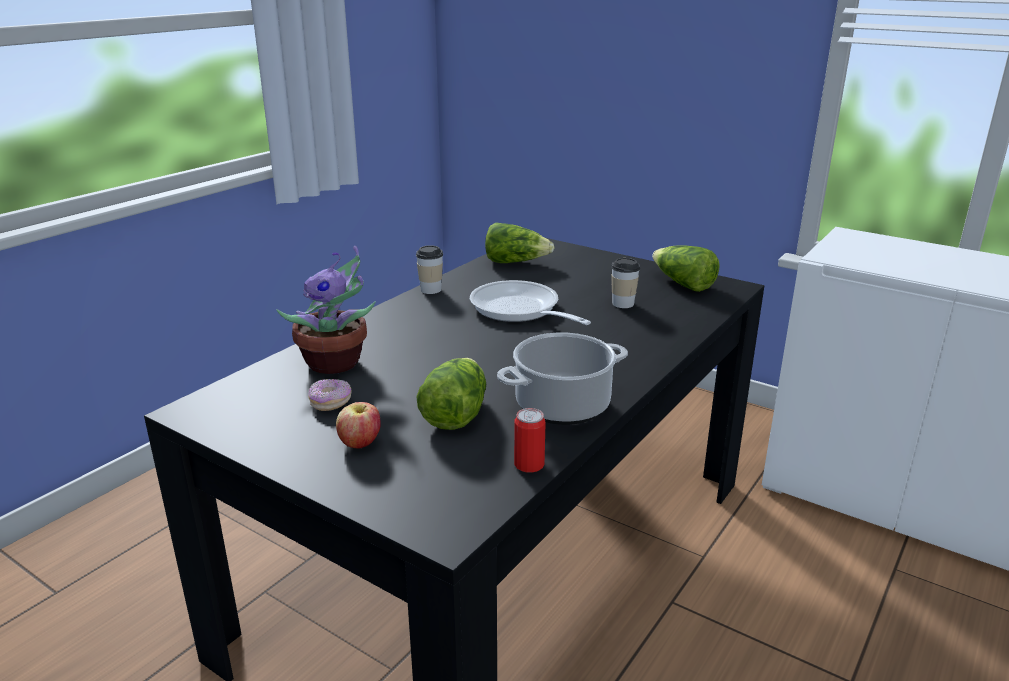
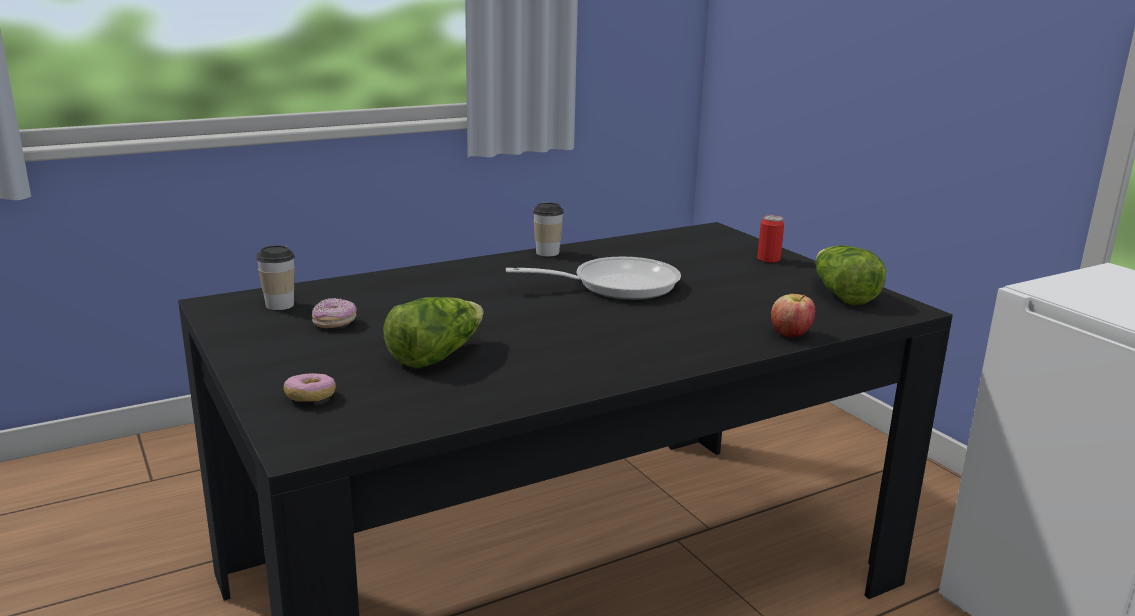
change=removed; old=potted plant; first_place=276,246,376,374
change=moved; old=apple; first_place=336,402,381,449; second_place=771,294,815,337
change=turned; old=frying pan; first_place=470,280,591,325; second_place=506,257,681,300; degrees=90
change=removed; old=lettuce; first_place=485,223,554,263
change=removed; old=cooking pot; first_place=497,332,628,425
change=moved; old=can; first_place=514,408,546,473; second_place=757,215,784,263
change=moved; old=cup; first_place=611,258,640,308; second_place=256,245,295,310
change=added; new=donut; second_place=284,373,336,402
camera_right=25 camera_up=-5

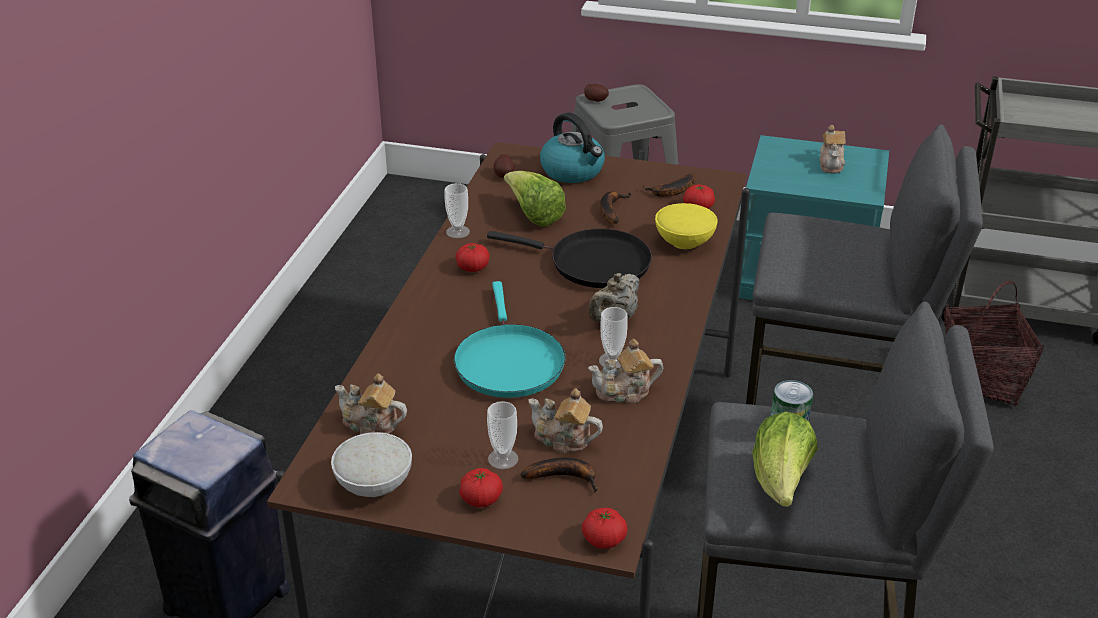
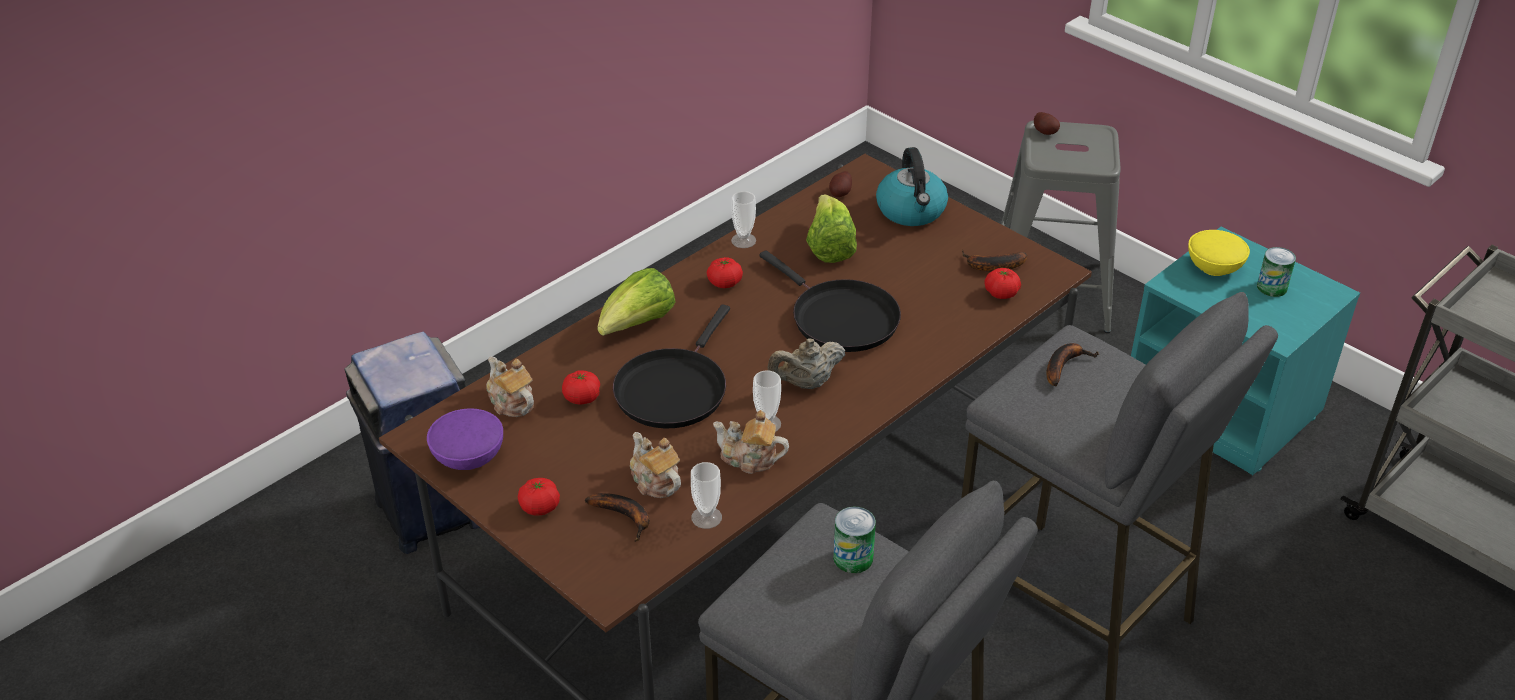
change=recoloured; old=white bowl; new=purple bowl; first_place=331,432,412,497; second_place=427,408,503,470
change=recoloured; old=turquoise frying pan; new=black frying pan; first_place=454,281,566,398; second_place=613,304,730,428
change=moved; old=cup; first_place=487,401,518,469; second_place=691,462,722,529
change=moved; old=tomato; first_place=582,508,628,549; second_place=562,370,600,405
change=moved; old=banana; first_place=600,191,632,224; second_place=1046,343,1099,387
change=moved; old=yellow bowl; first_place=655,203,718,249; second_place=1188,230,1250,276
change=moved; old=lettuce; first_place=752,411,818,507; second_place=597,268,676,336
change=replaced; old=teapot; new=can; first_place=819,125,846,174; second_place=1257,247,1296,297
change=removed; old=basket; first_place=944,280,1044,407
camera_right=30 camera_up=5

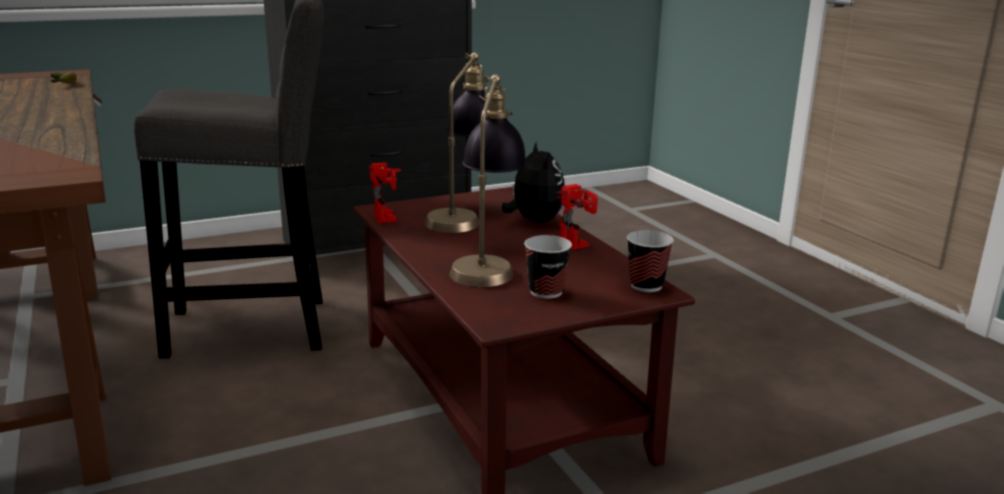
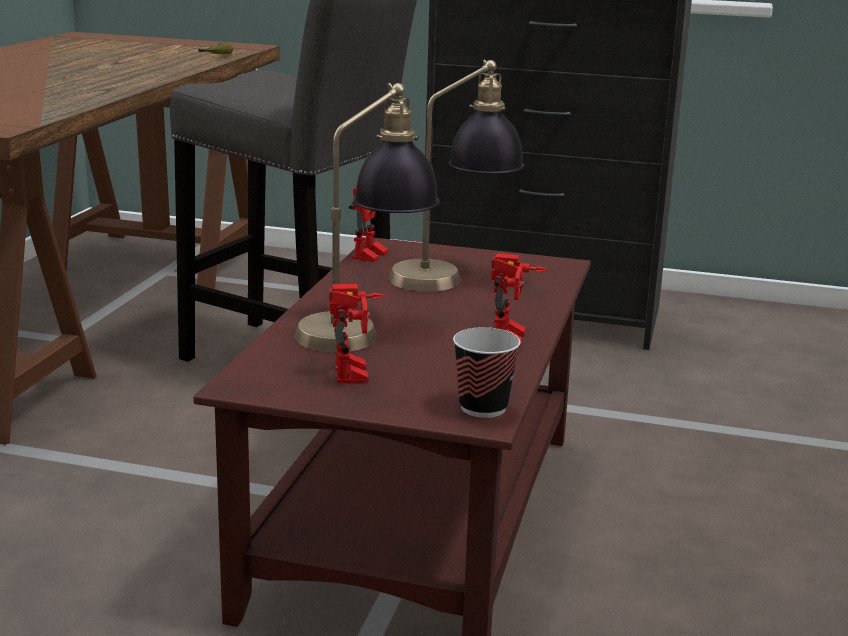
change=removed; old=plush toy; first_place=502,140,565,223
change=replaced; old=cup; new=toy robot; first_place=524,235,572,299; second_place=329,284,385,383
camera_right=40 camera_up=0

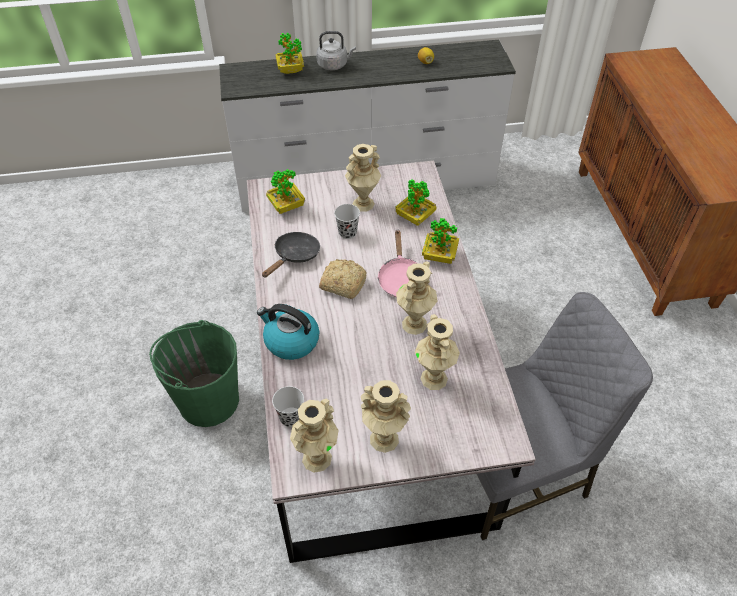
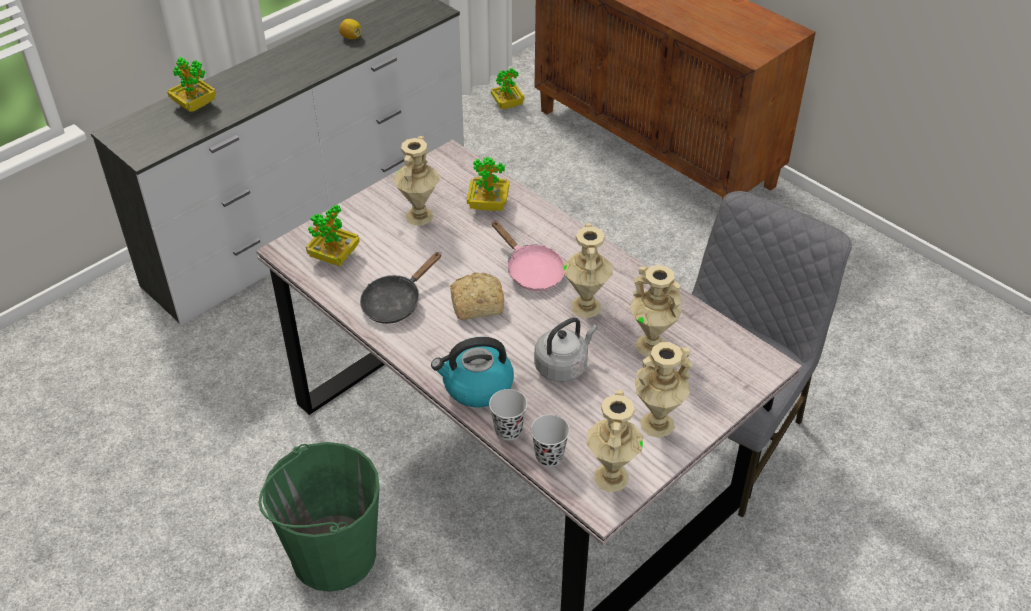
change=turned; old=black frying pan; first_place=262,232,320,277; second_place=360,252,441,324; degrees=-135
change=moved; old=grey kettle; first_place=316,31,356,70; second_place=534,317,598,382
change=moved; old=black cup; first_place=334,204,360,239; second_place=489,389,527,440
change=moved; old=potted plant; first_place=422,218,459,264; second_place=491,68,525,109
camera_right=-35 camera_up=-5

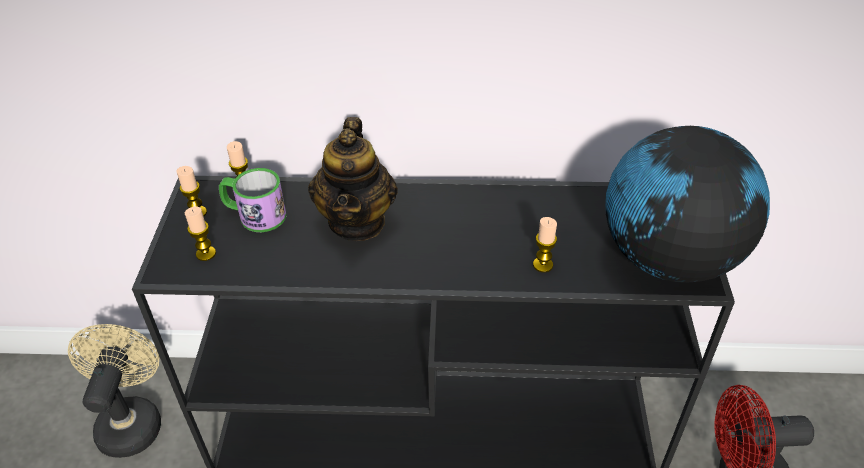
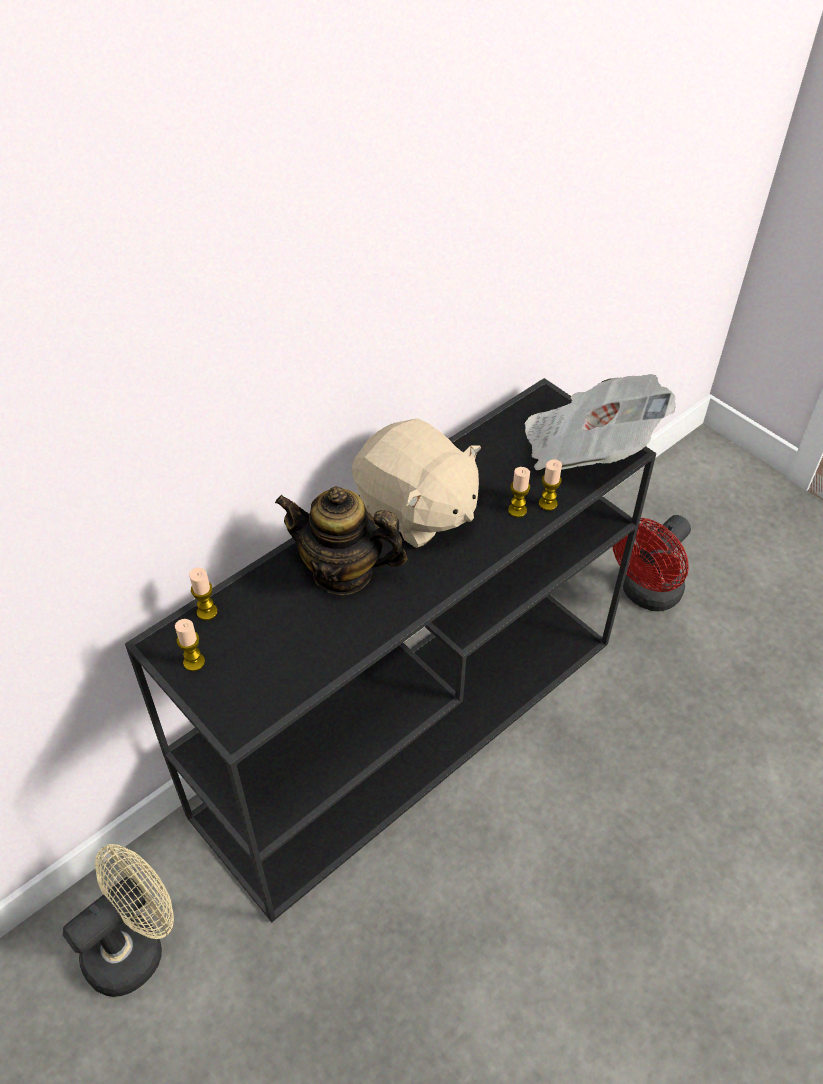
change=turned; old=beige fan; first_place=68,324,161,458; second_place=62,844,174,997; degrees=90
change=moved; old=candle; first_place=185,207,216,261; second_place=539,459,562,511
change=removed; old=mug; first_place=219,168,286,232
change=turned; old=teapot; first_place=308,117,398,241; second_place=275,486,408,595; degrees=150
change=replaced; old=globe; new=newspaper; first_place=605,126,770,283; second_place=524,374,676,470
change=added; new=beige plush toy; second_place=352,418,481,548
camera_right=-45 camera_up=5

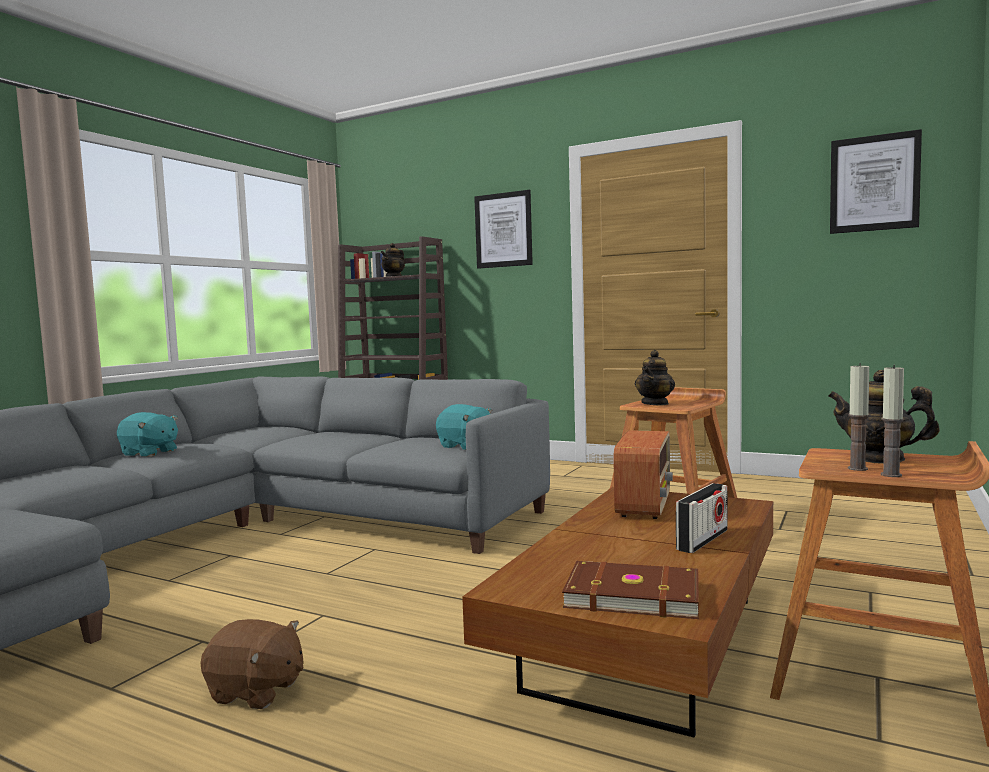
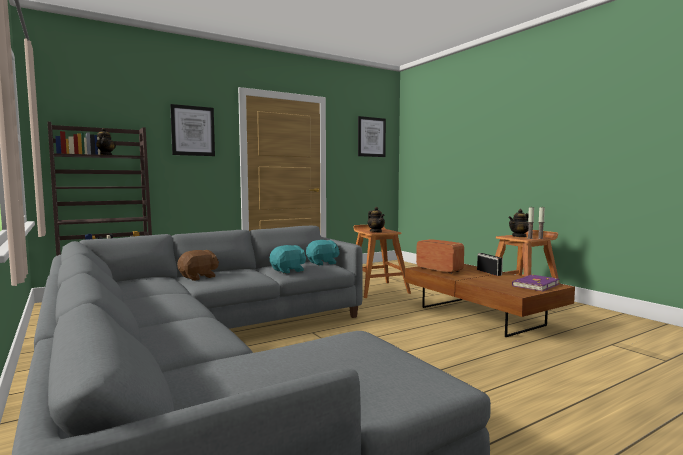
change=moved; old=turquoise plush toy; first_place=117,412,178,457; second_place=270,245,306,274
change=moved; old=brown plush toy; first_place=200,619,303,709; second_place=177,250,219,281
change=recoloured; old=brown book; new=purple book; first_place=562,561,699,619; second_place=512,275,560,291
camera_right=-60 camera_up=0

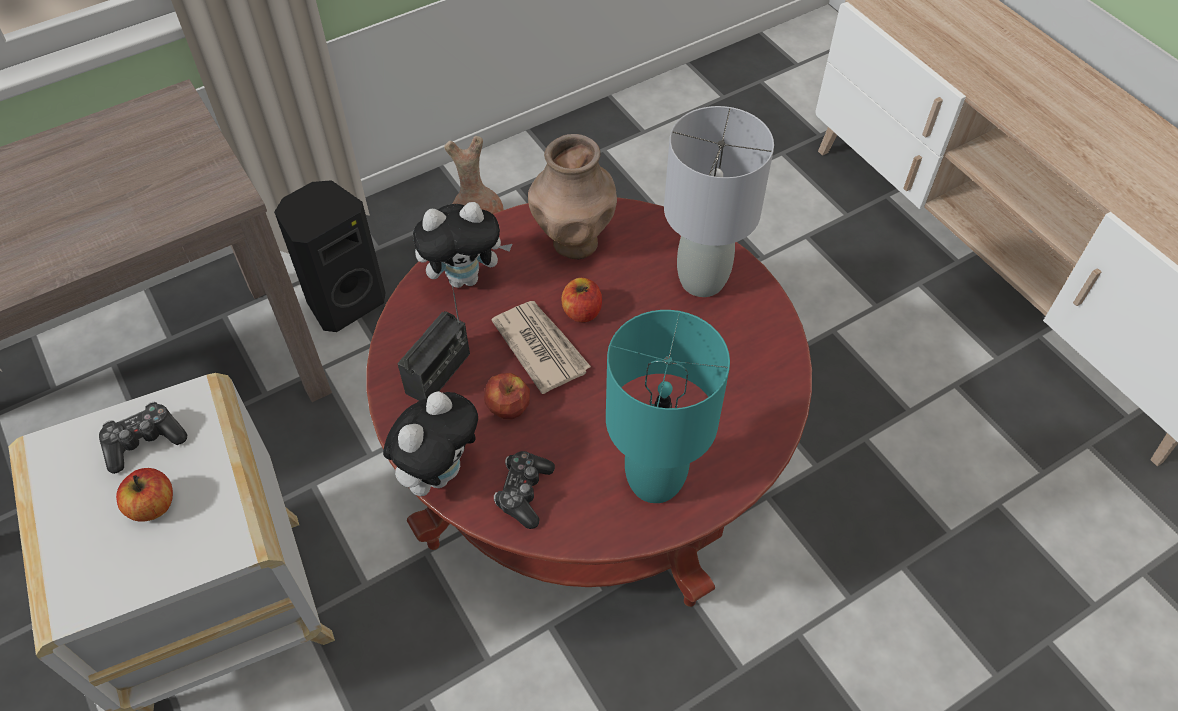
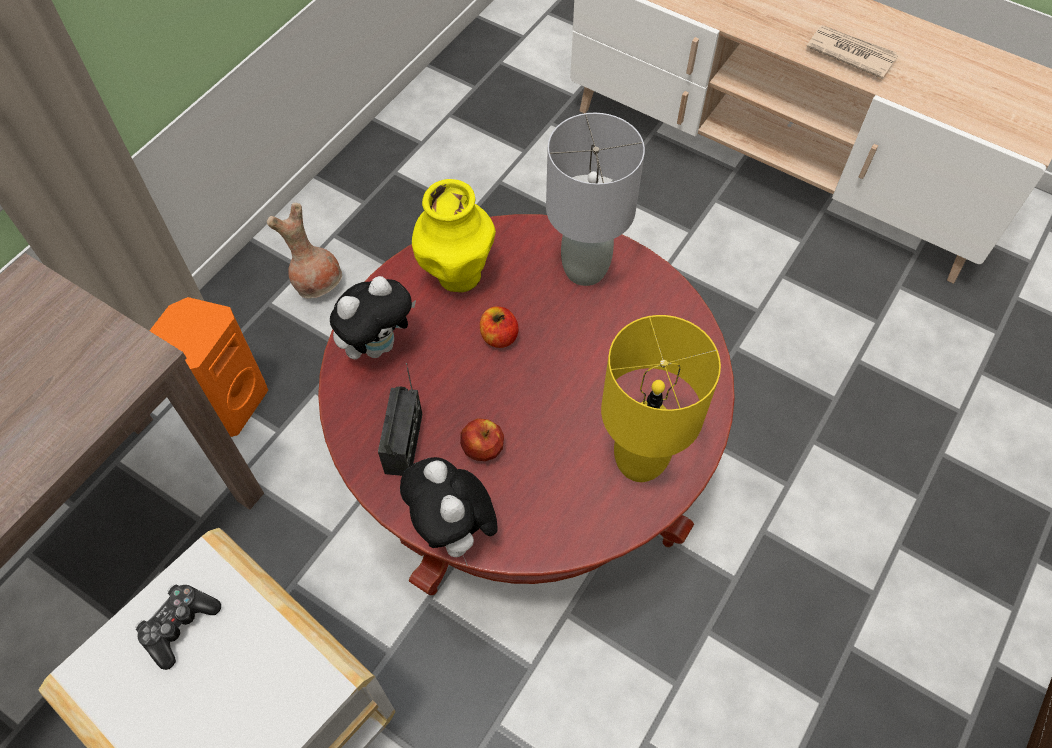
change=removed; old=apple; first_place=116,468,173,522
change=recoloured; old=black speaker; new=orange speaker; first_place=274,180,386,332; second_place=149,297,268,437
change=turned; old=plush toy; first_place=383,391,478,496; second_place=400,457,498,566; degrees=150
change=moved; old=newspaper; first_place=491,301,591,394; second_place=806,25,899,79
change=removed; old=game controller; first_place=494,451,555,529
change=recoloured; old=brown vase; new=yellow vase; first_place=528,134,617,259; second_place=412,179,496,292
change=recoloured; old=turquoise table lamp; new=yellow table lamp; first_place=606,310,730,503; second_place=601,315,721,482
camera_right=-25 camera_up=5

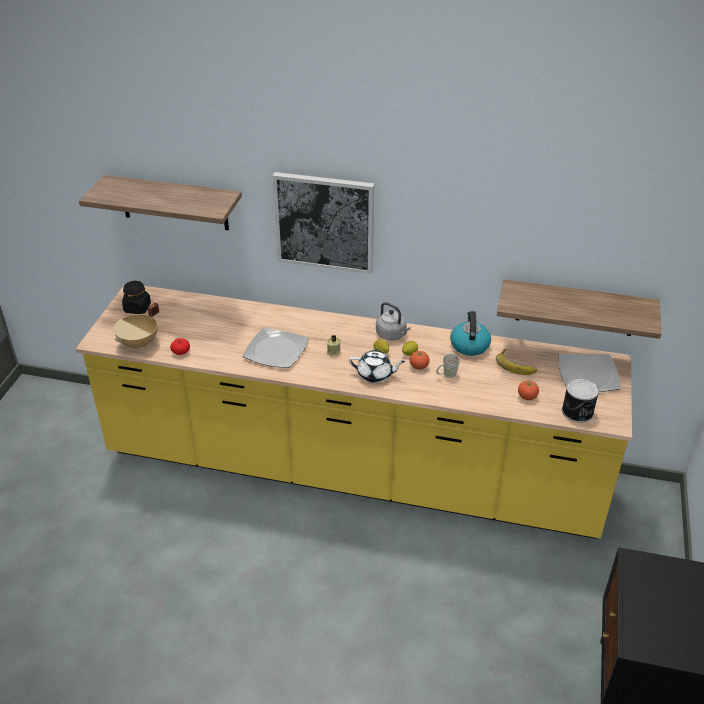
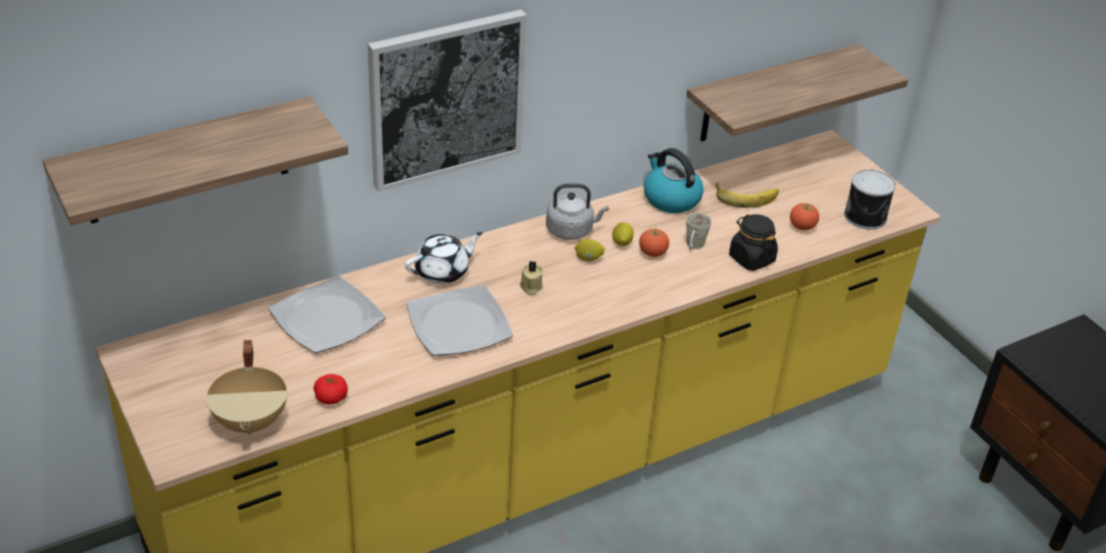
change=moved; old=black jar; first_place=122,280,151,314; second_place=729,214,778,271
change=moved; old=white teapot; first_place=349,350,405,383; second_place=405,232,482,284
change=moved; old=plate; first_place=559,354,621,392; second_place=269,276,386,353
camera_right=-45 camera_up=0

